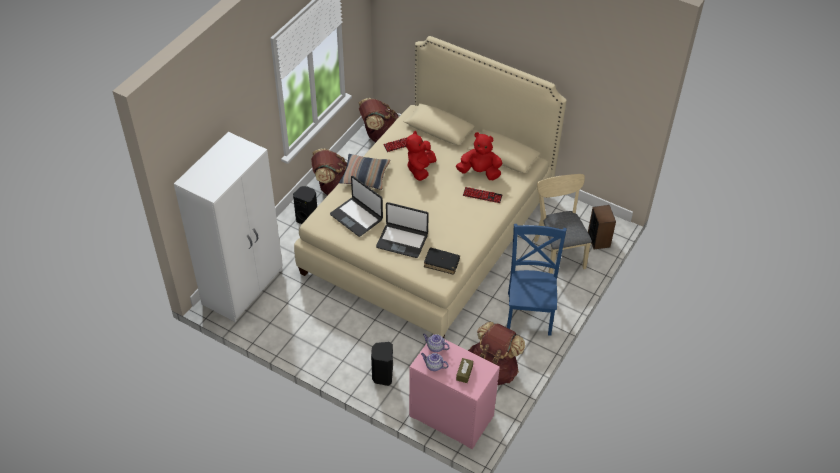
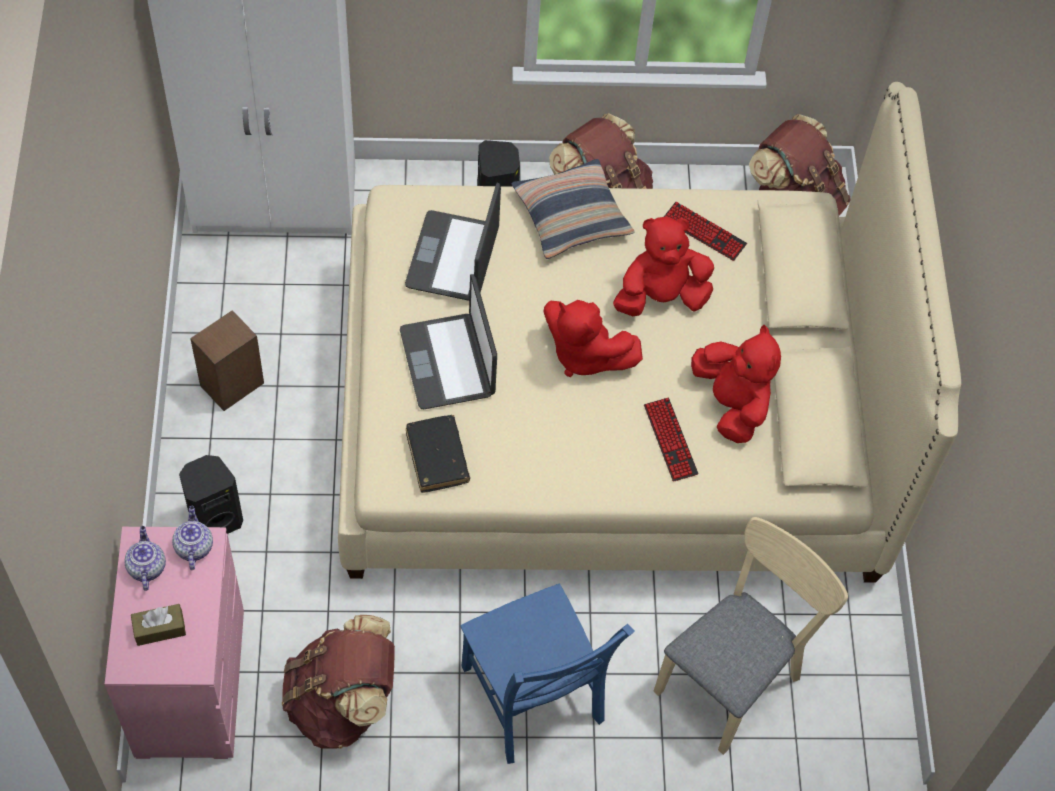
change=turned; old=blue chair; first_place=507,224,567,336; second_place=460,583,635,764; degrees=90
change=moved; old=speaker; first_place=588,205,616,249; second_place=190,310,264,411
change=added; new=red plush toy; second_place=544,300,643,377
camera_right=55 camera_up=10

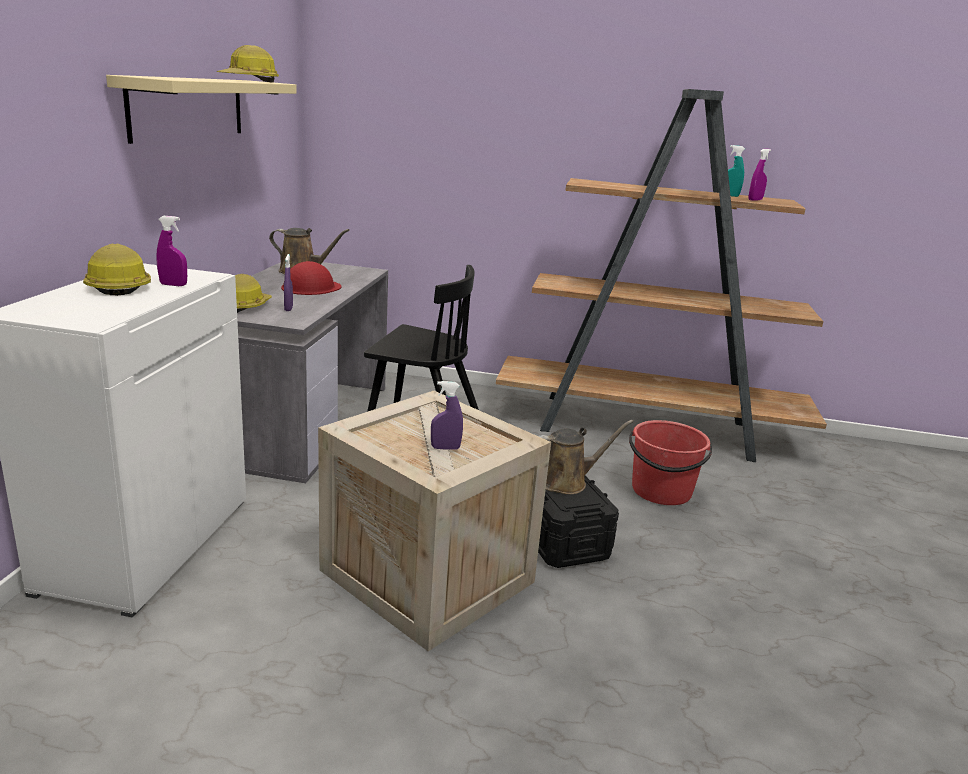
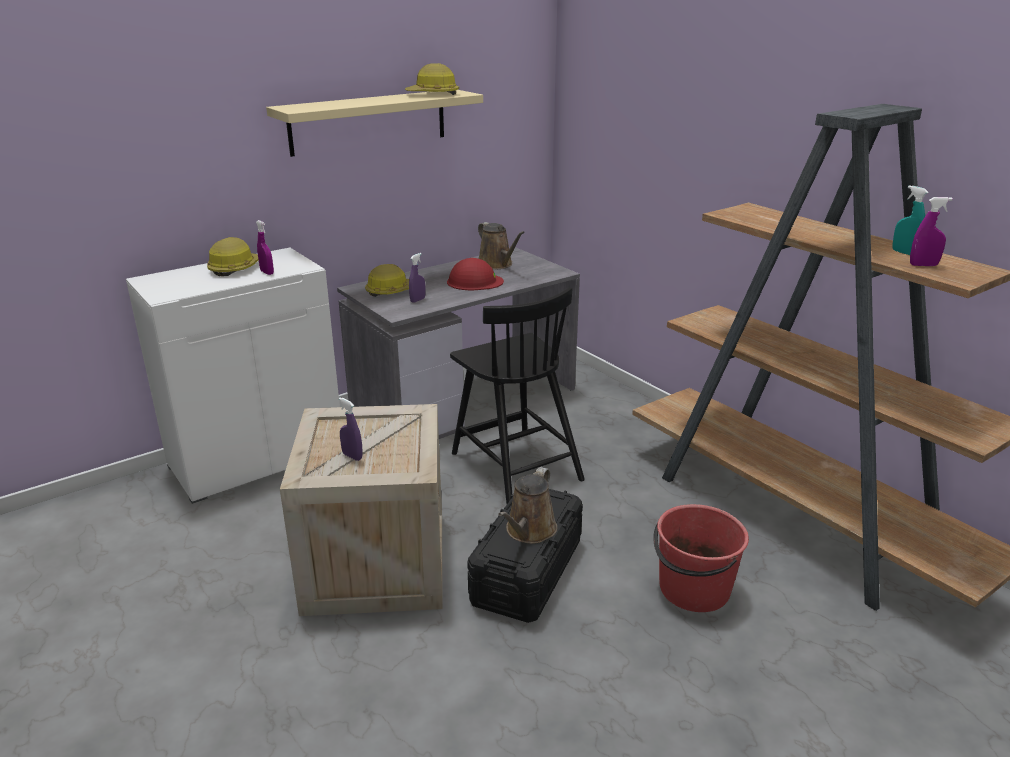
change=turned; old=brown watering can; first_place=539,420,634,494; second_place=498,467,557,544; degrees=90
camera_right=45 camera_up=5

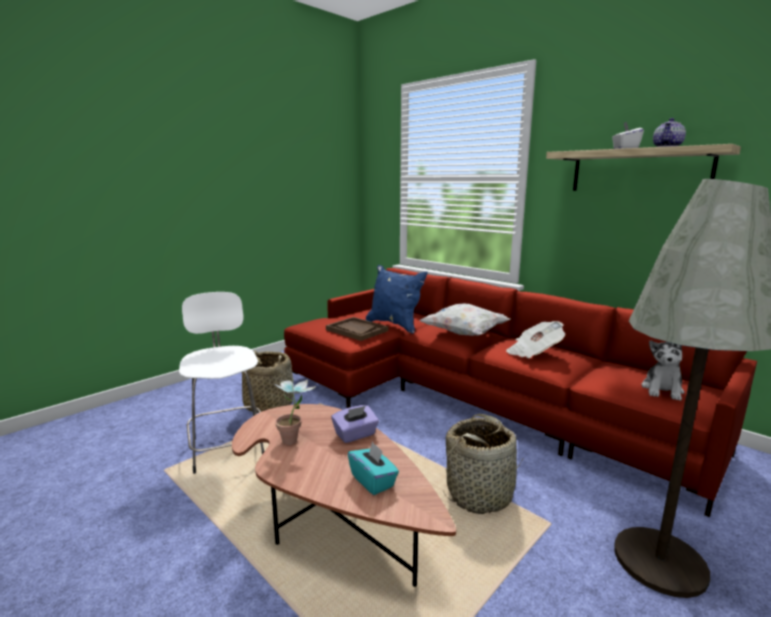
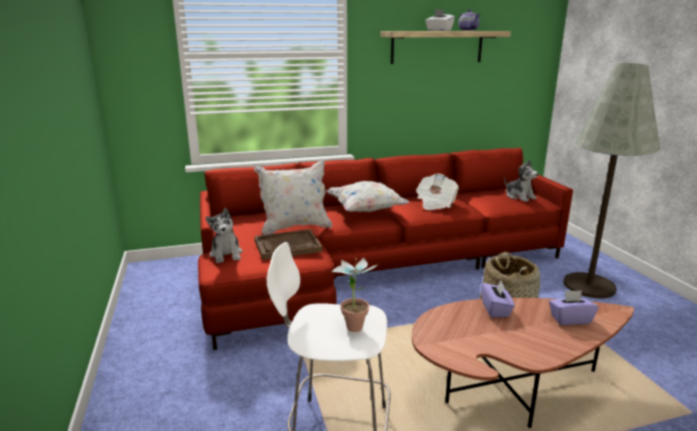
change=removed; old=basket; first_place=242,350,293,413
change=moved; old=potted plant; first_place=274,379,316,445; second_place=332,258,378,332
change=recoloured; old=turquoise tissue box; new=purple tissue box; first_place=348,441,399,495; second_place=549,290,599,325
change=recoloured; old=blue pillow; new=white pillow; first_place=366,265,428,334; second_place=254,160,332,235
change=added; new=plush toy; second_place=206,208,243,263
camera_right=-60 camera_up=5

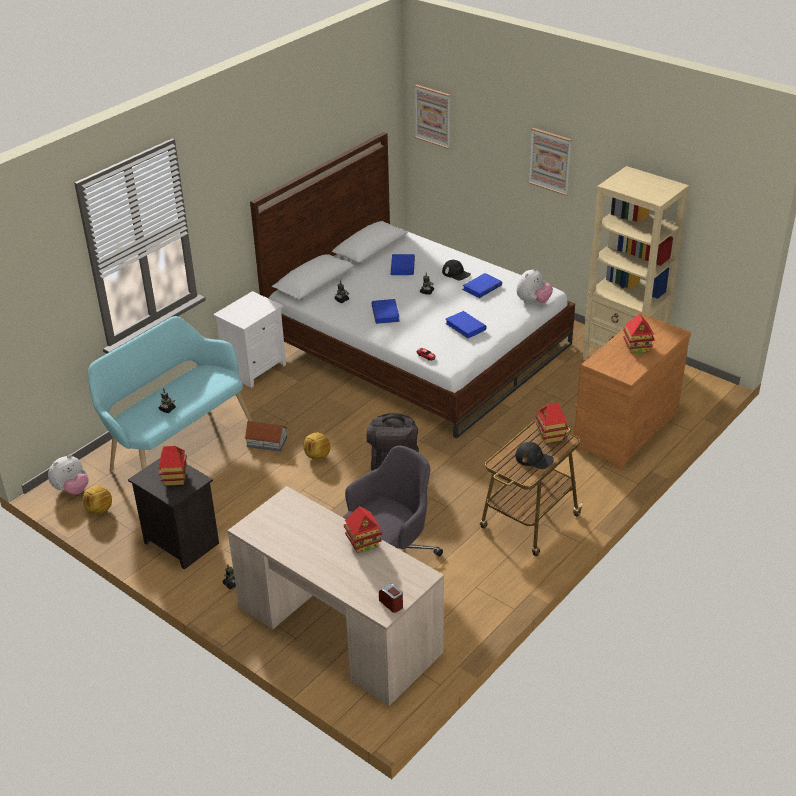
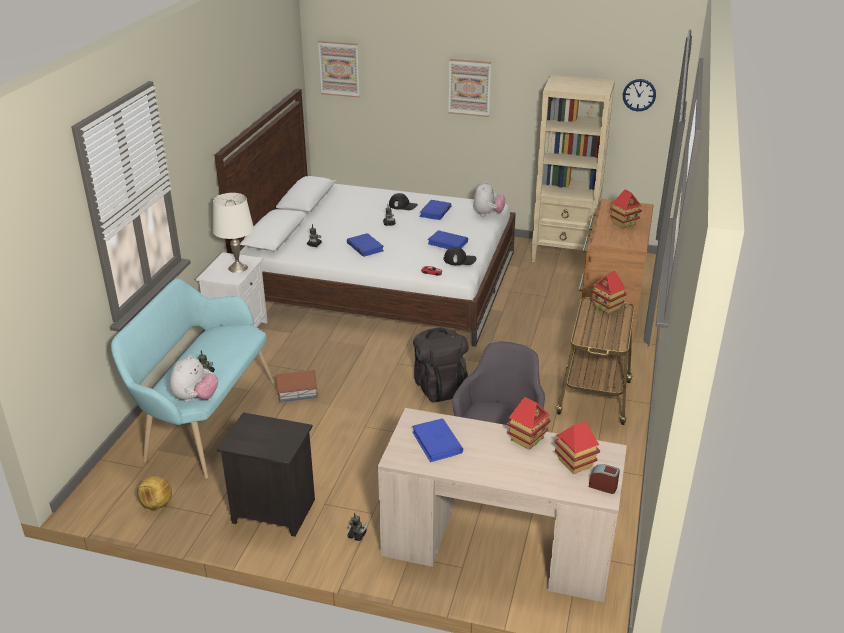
change=moved; old=plush toy; first_place=48,455,88,495; second_place=170,355,218,402
change=moved; old=toy house; first_place=159,446,187,486; second_place=554,421,600,474
change=removed; old=football; first_place=304,433,330,460
change=moved; old=blue book; first_place=390,254,415,275; second_place=412,418,463,462
change=moved; old=black cap; first_place=515,442,554,469; second_place=444,247,477,265
change=added; new=white table lamp; second_place=213,193,254,273
change=added; new=wall clock; second_place=623,79,656,111
camera_right=-25 camera_up=-5

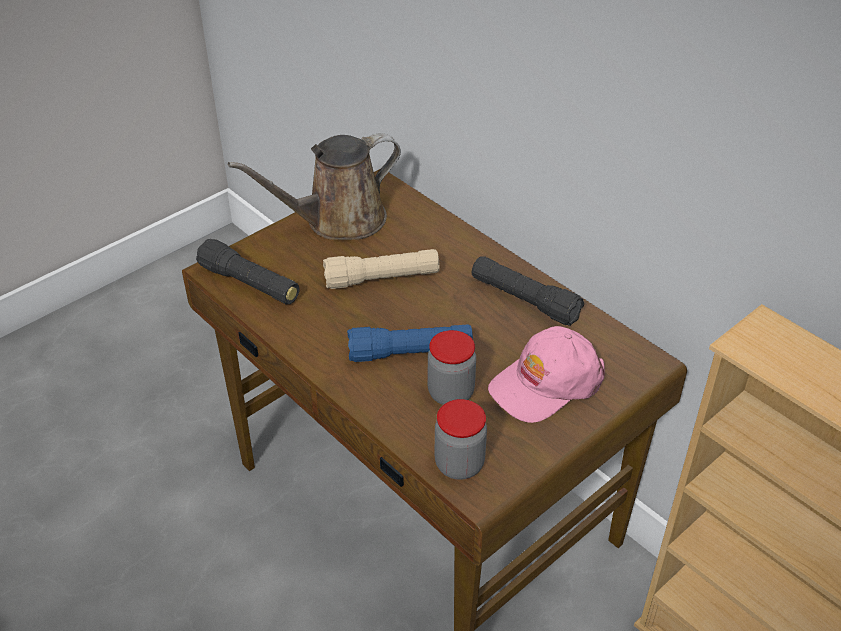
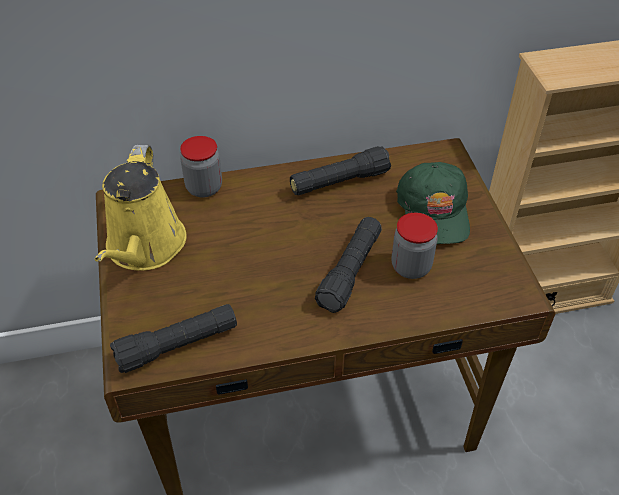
change=recoloured; old=brown watering can; new=yellow watering can; first_place=228,133,401,240; second_place=95,145,187,271
change=removed; old=beige flashlight; first_place=323,249,440,289
change=recoloured; old=blue flashlight; new=black flashlight; first_place=347,325,473,362; second_place=315,217,382,313
change=moved; old=jar; first_place=434,399,487,480; second_place=180,136,222,197
change=recoloured; old=pink cap; new=green cap; first_place=488,326,605,423; second_place=396,162,470,244
camera_right=-60 camera_up=5

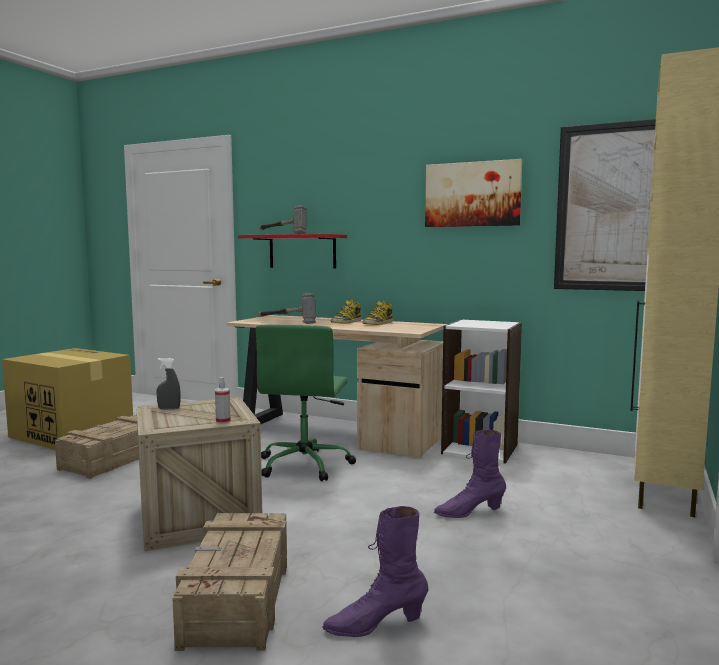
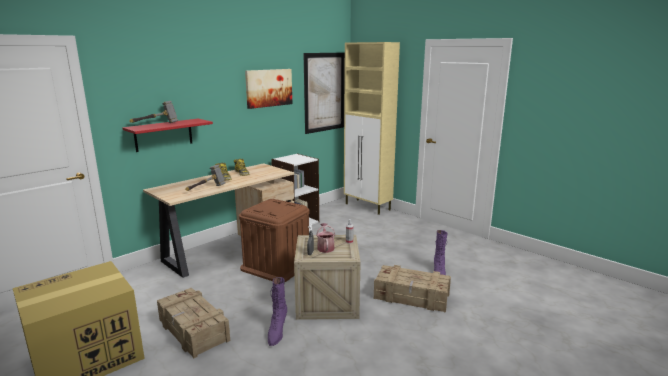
change=replaced; old=green office chair; new=brown storage box; first_place=256,325,356,481; second_place=239,199,310,282
change=moved; old=purple boot; first_place=434,430,506,518; second_place=268,277,287,346
change=added; new=watering can; second_place=316,223,335,253
camera_right=-70 camera_up=10

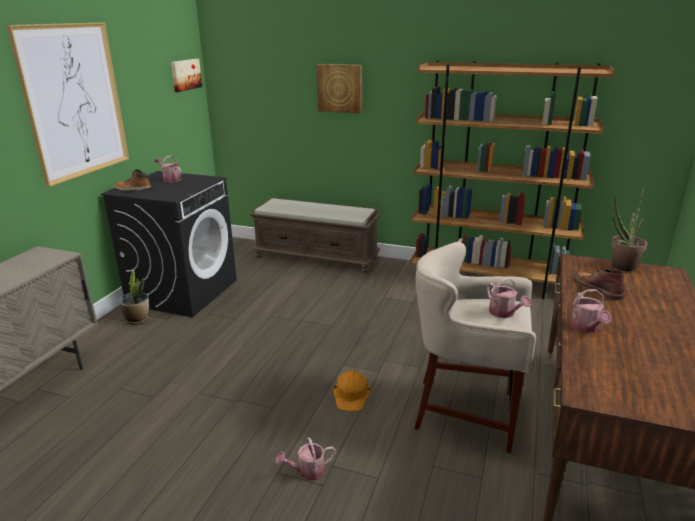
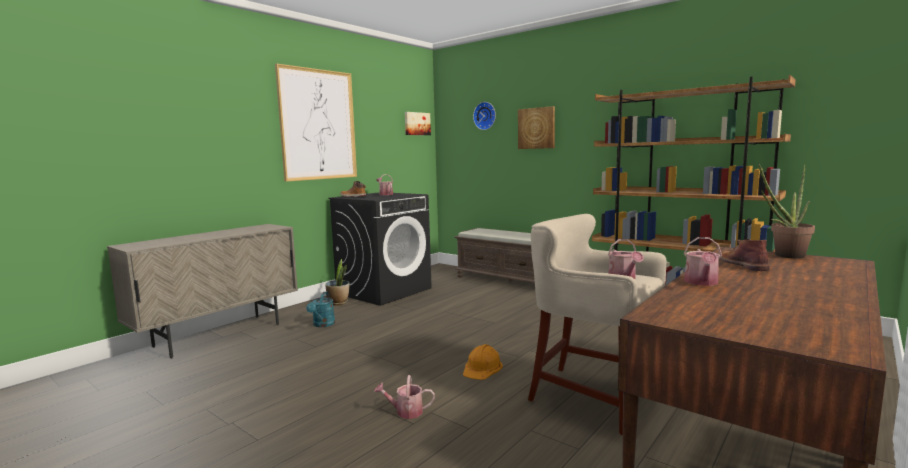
change=added; new=turquoise watering can; second_place=306,292,335,327
change=added; new=wall clock; second_place=473,102,496,130
camera_right=20 camera_up=-15

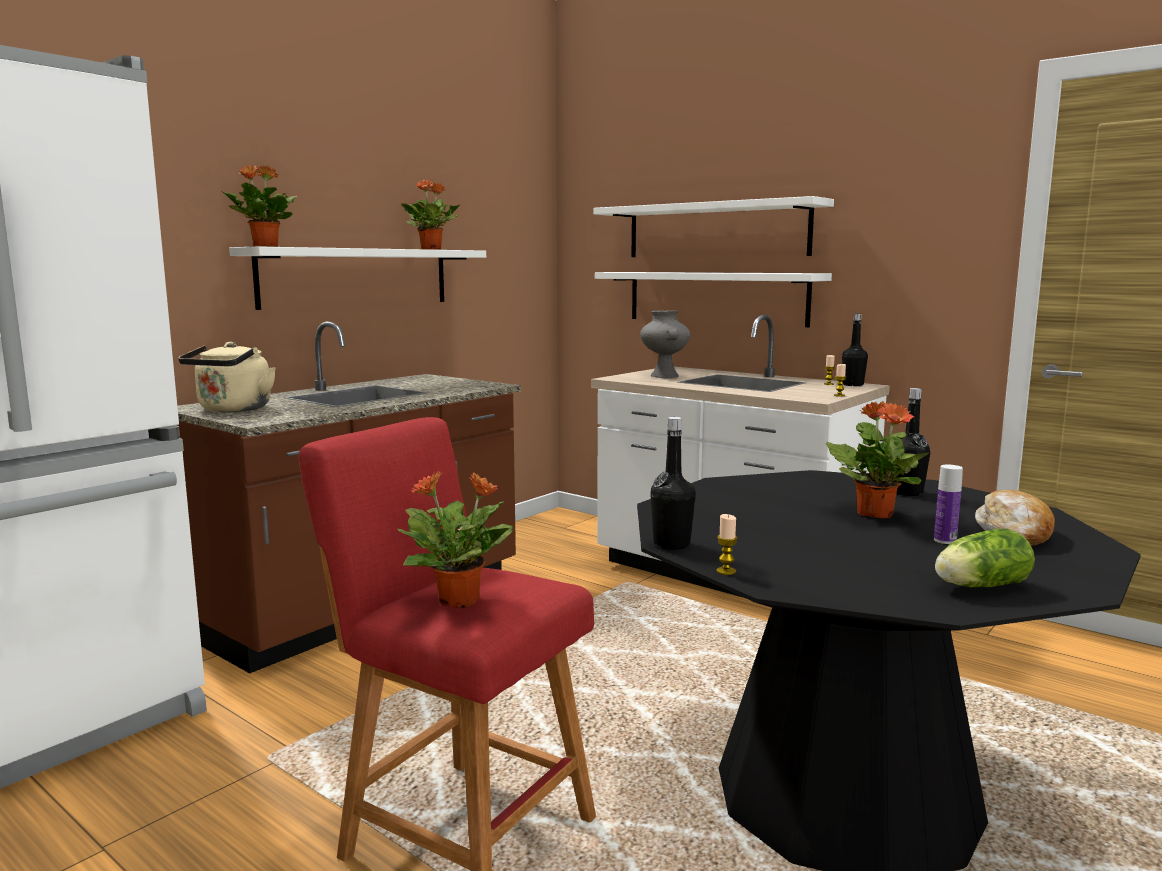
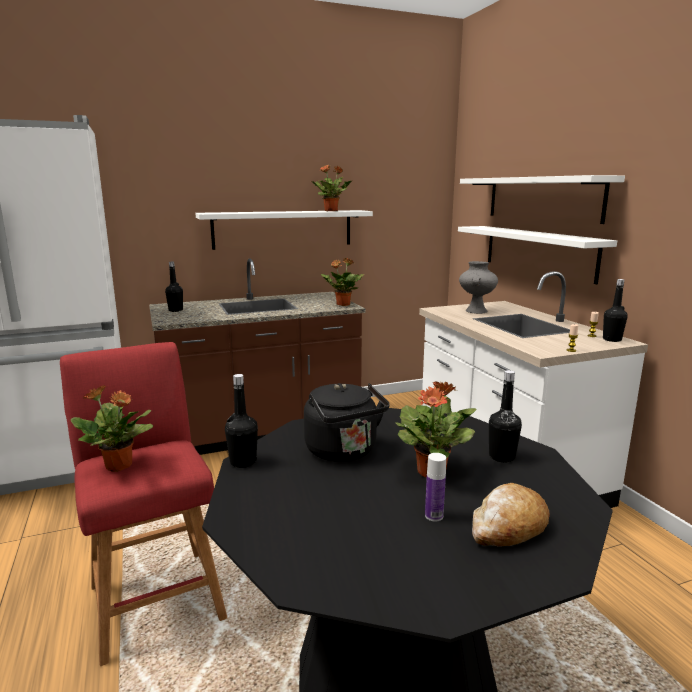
change=replaced; old=beige kettle; new=black bottle; first_place=178,342,276,412; second_place=165,262,183,312
change=moved; old=potted plant; first_place=222,165,297,247; second_place=321,258,364,306
change=removed; old=candle; first_place=716,514,738,575
change=removed; old=lettuce; first_place=935,529,1035,588
change=added; new=black kettle; second_place=304,383,390,462
camera_right=30 camera_up=5

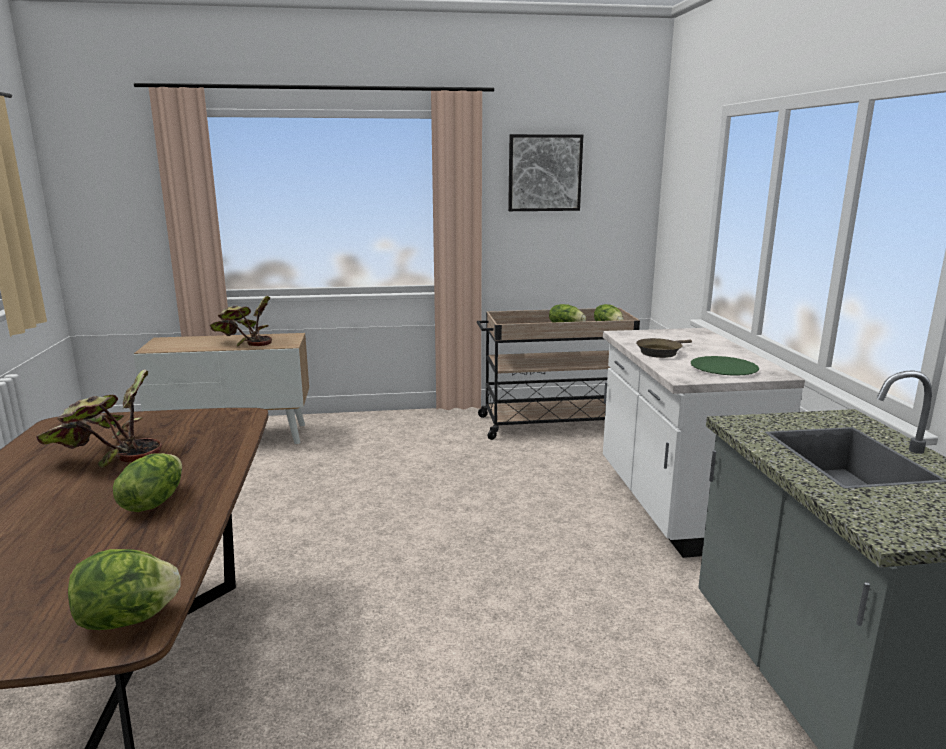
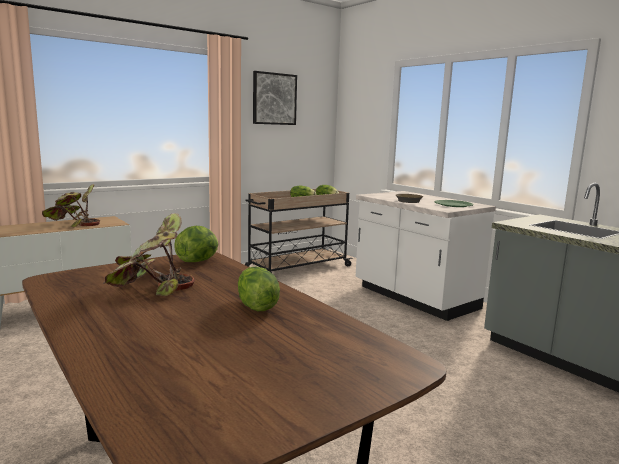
change=moved; old=lettuce; first_place=68,549,181,630; second_place=174,226,218,262
camera_right=-30 camera_up=-5

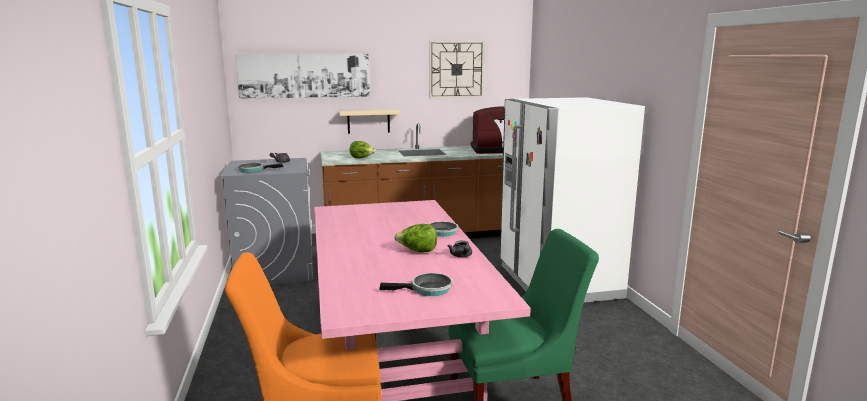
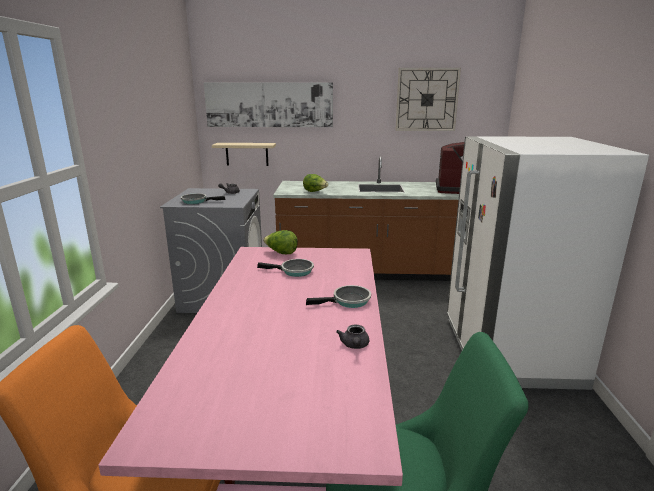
change=moved; old=beige shelf; first_place=338,110,401,134; second_place=212,143,276,166
change=moved; old=frying pan; first_place=379,273,453,296; second_place=257,259,314,277
change=moved; old=lettuce; first_place=394,224,437,252; second_place=263,230,298,254
camera_right=15 camera_up=5

